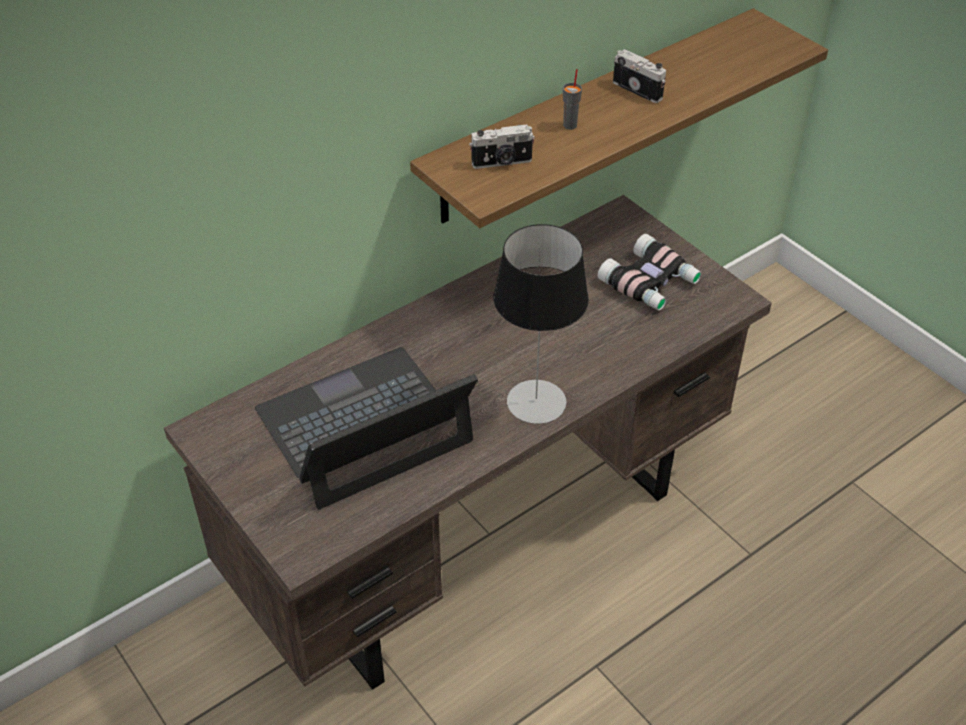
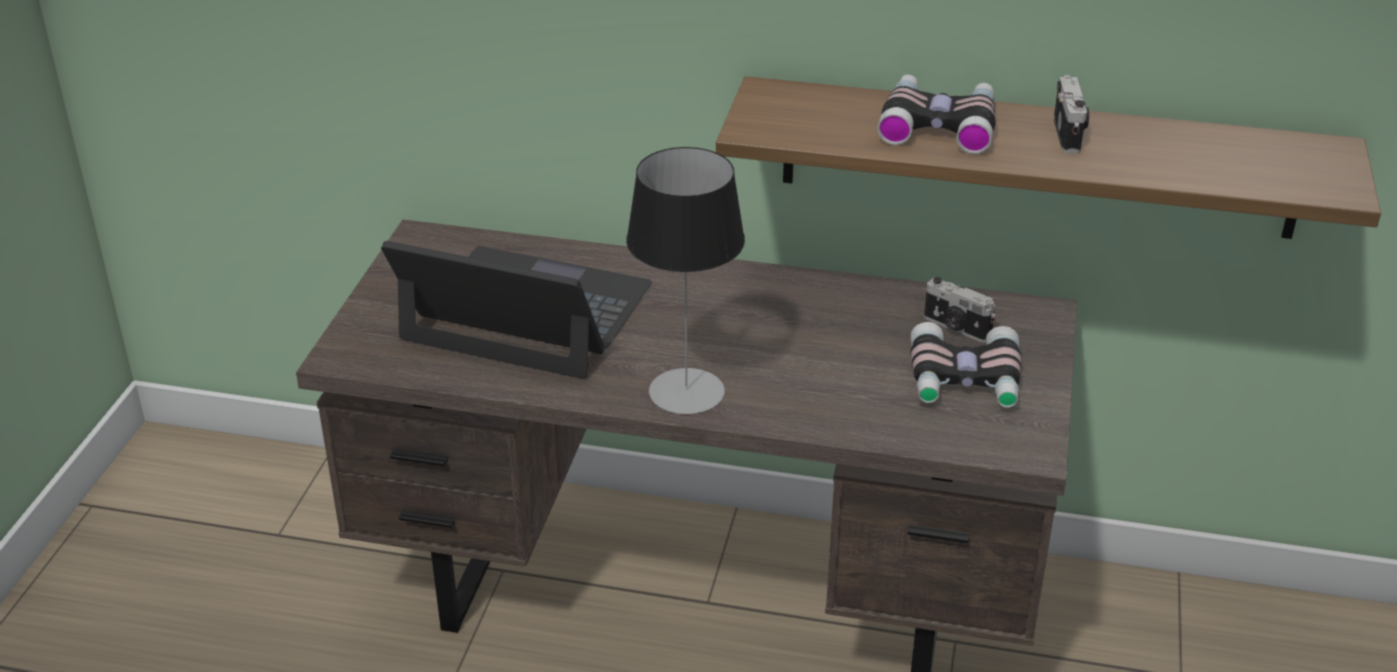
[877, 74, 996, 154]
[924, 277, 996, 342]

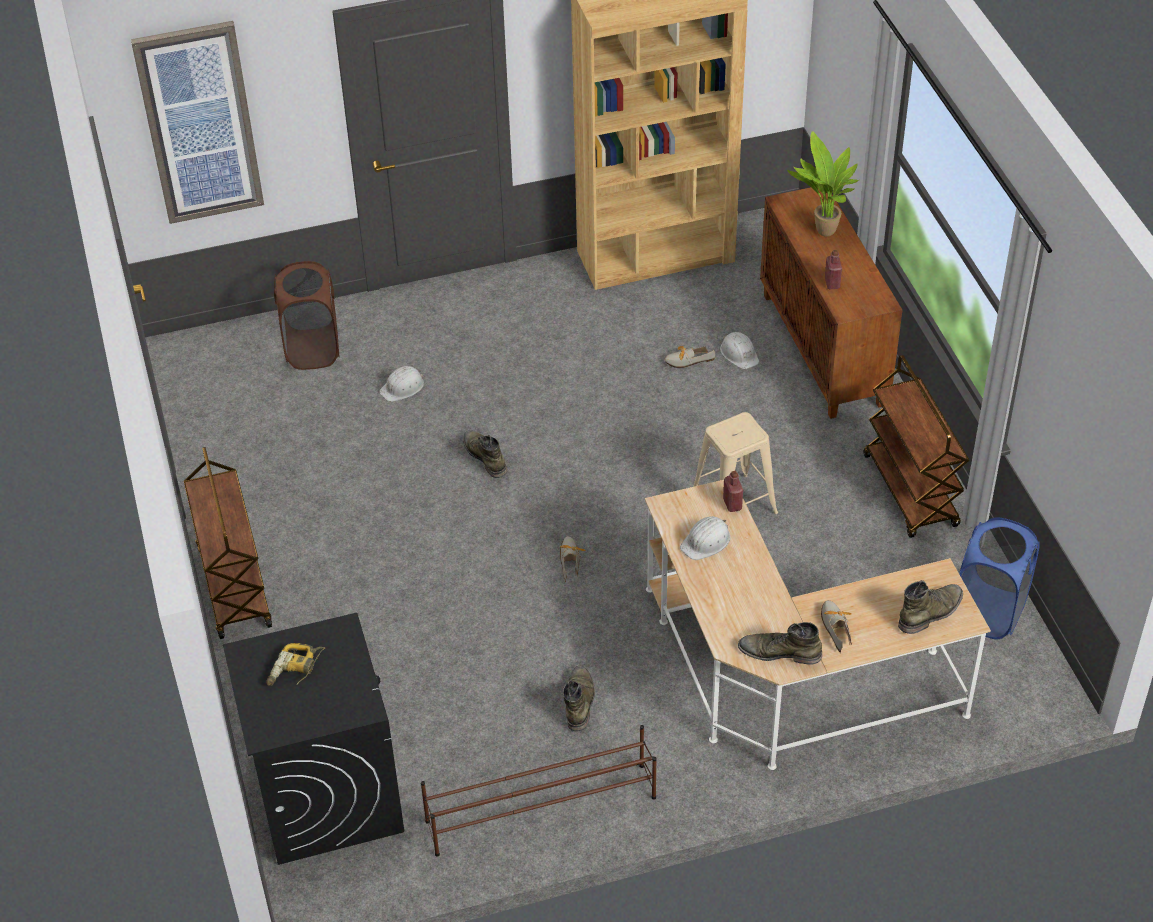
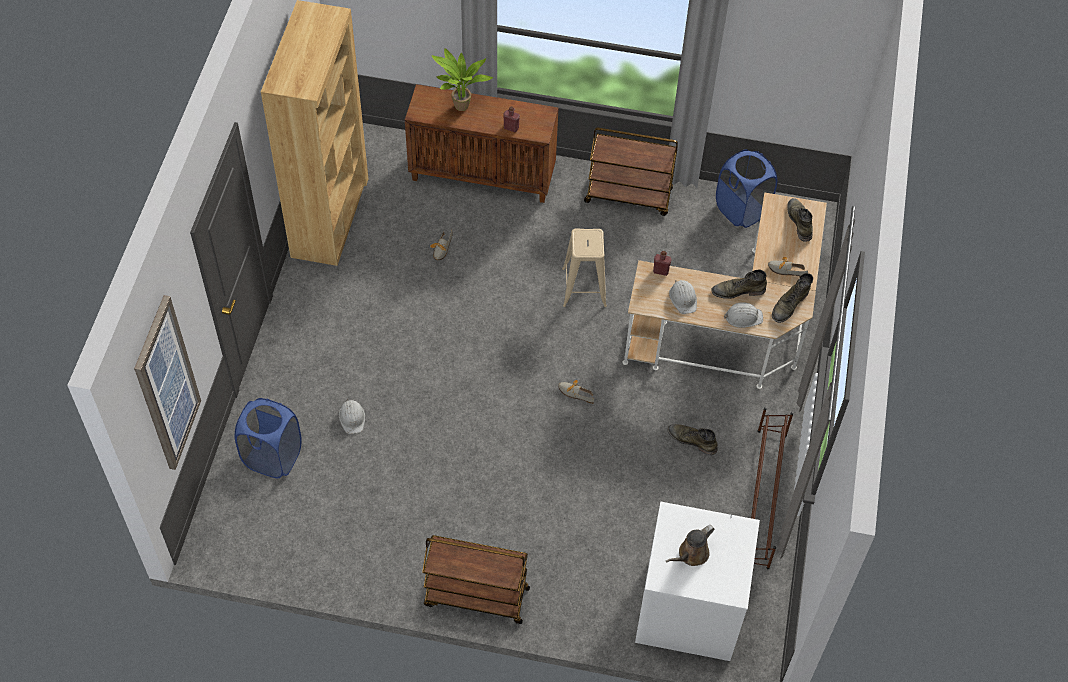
[235, 398, 302, 478]
[635, 501, 760, 661]
[665, 525, 714, 566]
[711, 269, 767, 299]
[724, 302, 763, 328]

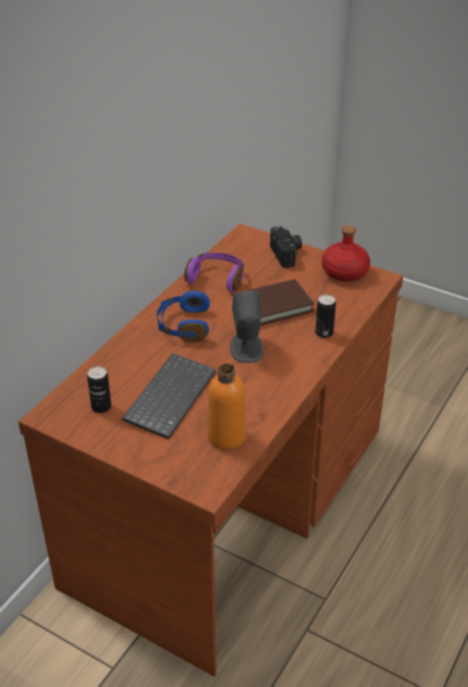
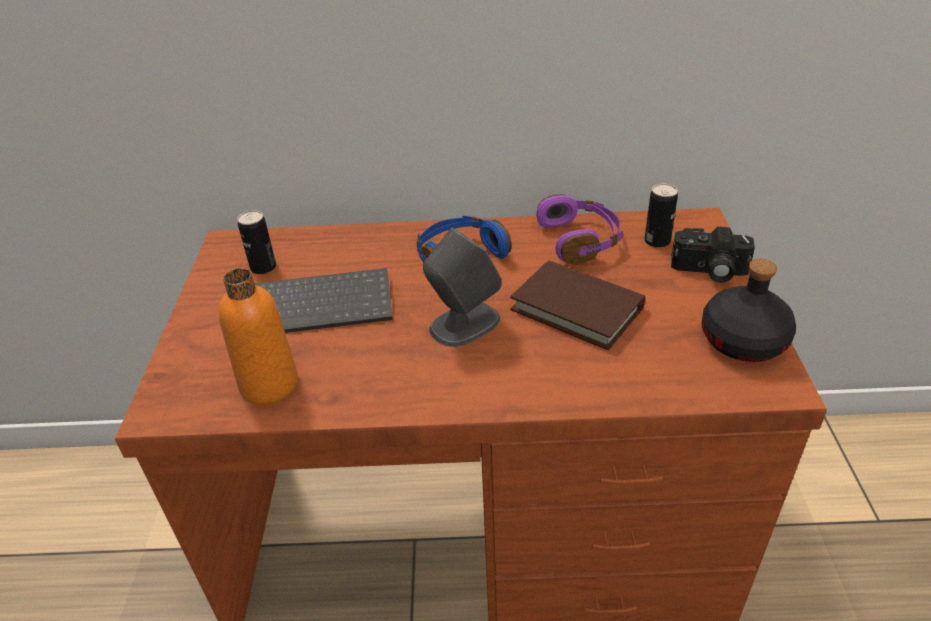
[644, 184, 678, 248]
[671, 227, 755, 283]
[701, 259, 796, 362]

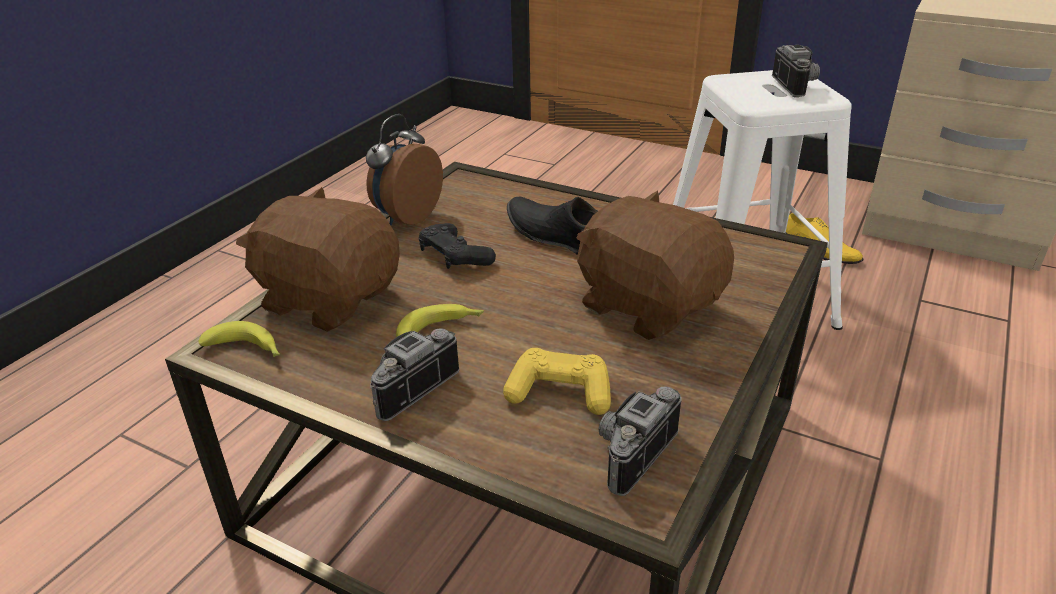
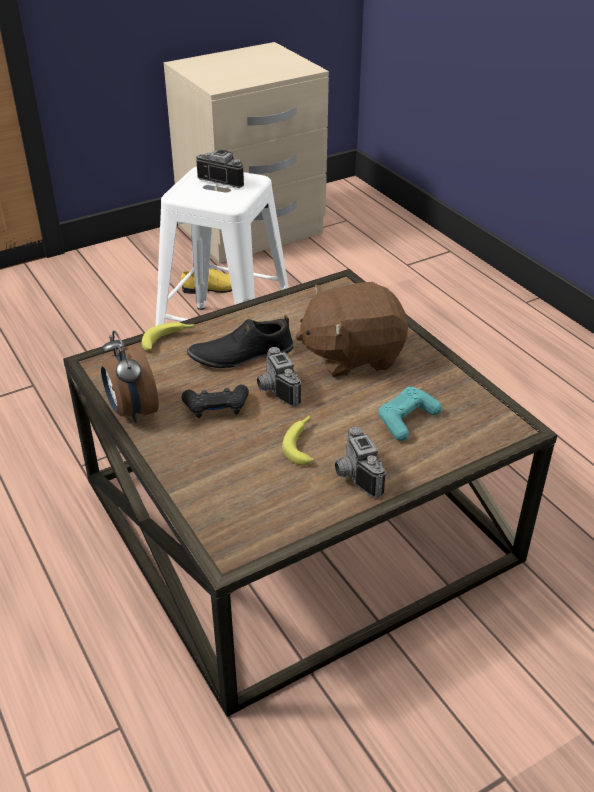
[142, 322, 195, 351]
[257, 347, 301, 406]
[378, 387, 442, 441]
[236, 187, 400, 332] (first image)

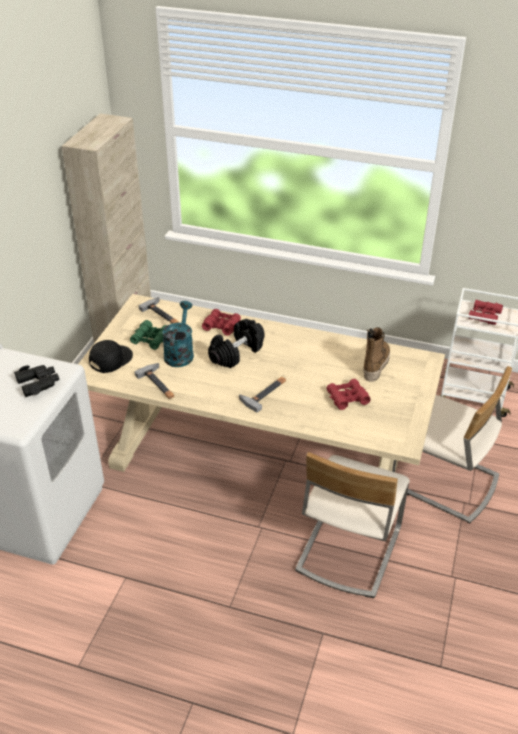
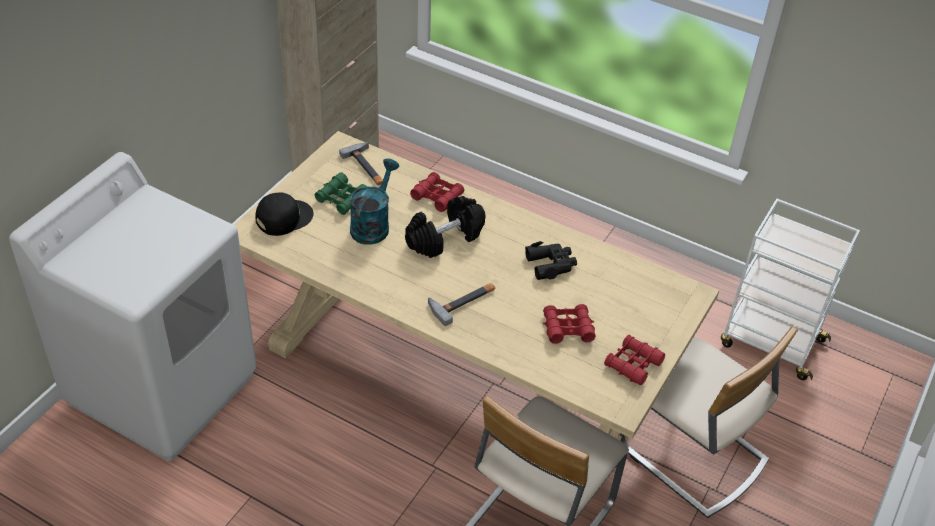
[525, 241, 577, 280]
[604, 335, 665, 385]
[134, 363, 174, 399] (first image)
[363, 327, 390, 382] (first image)

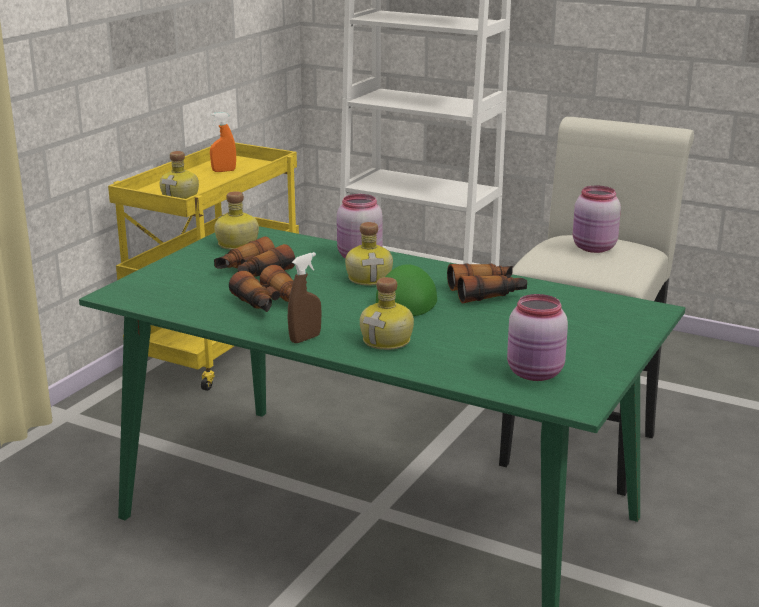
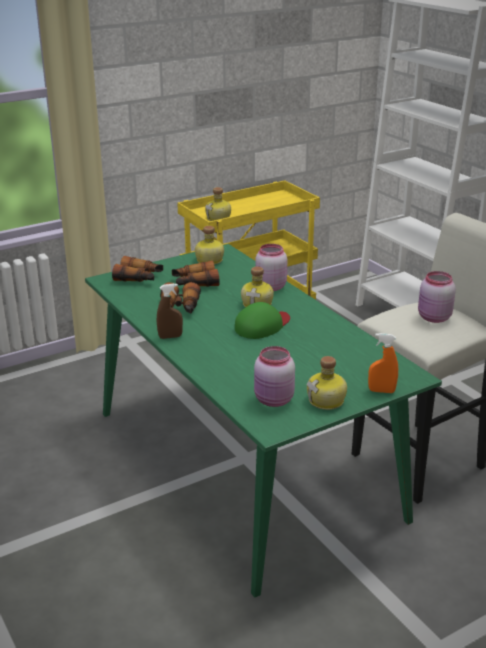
[112, 256, 163, 282]
[307, 356, 347, 410]
[368, 333, 398, 393]

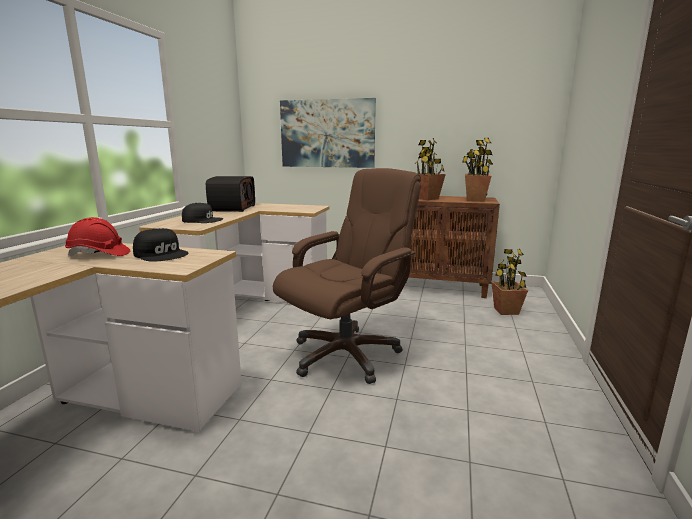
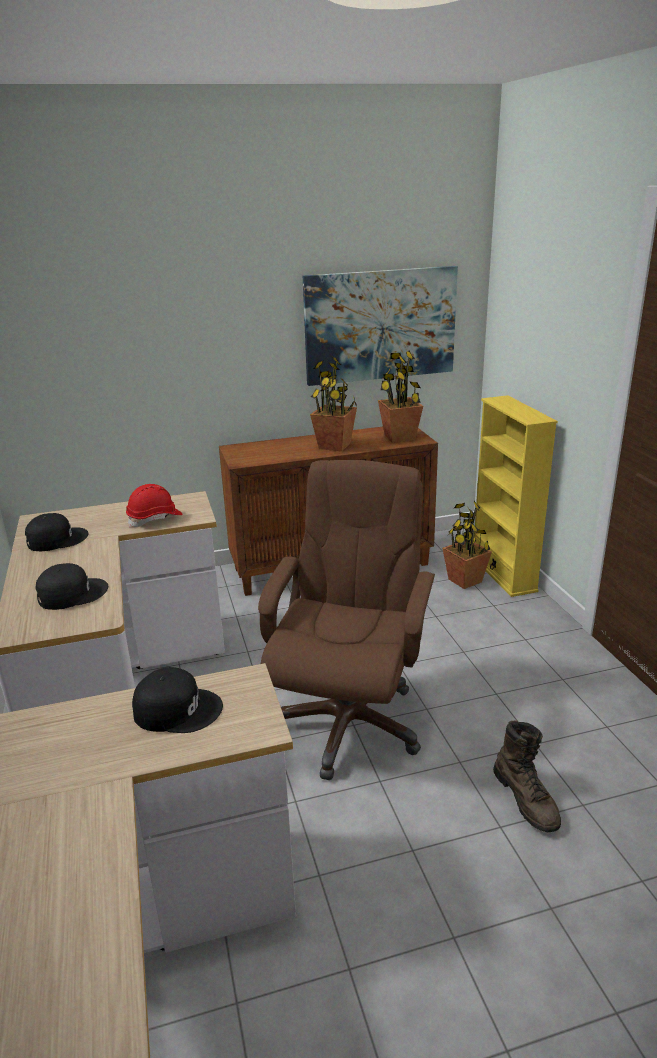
[25, 513, 89, 551]
[126, 484, 183, 527]
[303, 266, 458, 386]
[474, 395, 558, 597]
[493, 720, 561, 833]

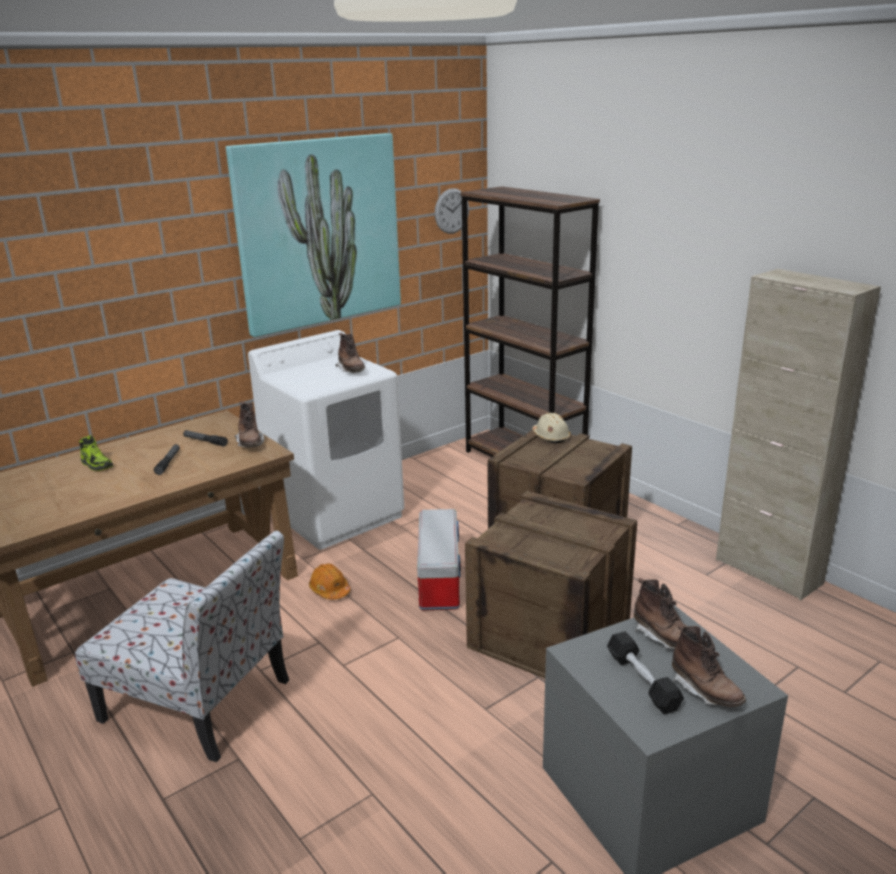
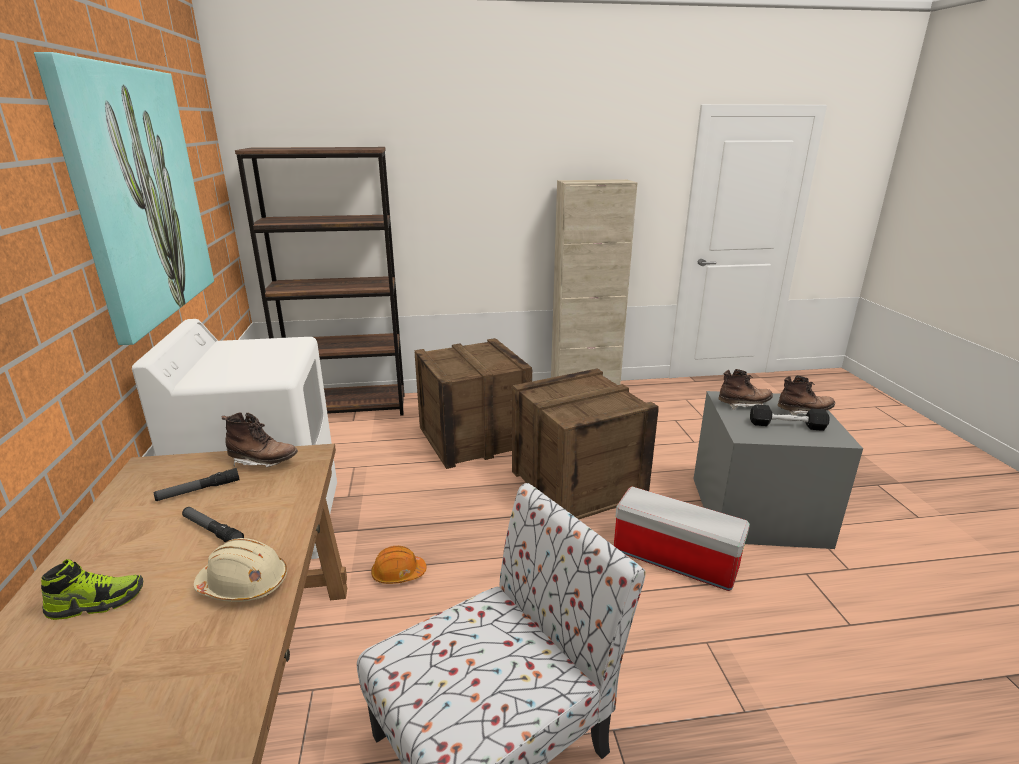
[194, 538, 287, 602]
[614, 486, 750, 591]
[335, 333, 365, 373] (first image)
[435, 188, 469, 234] (first image)

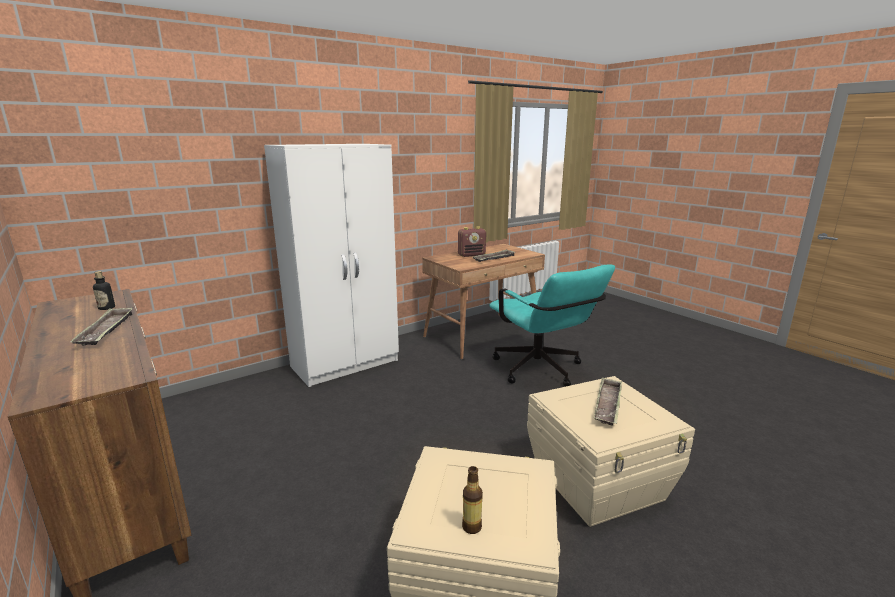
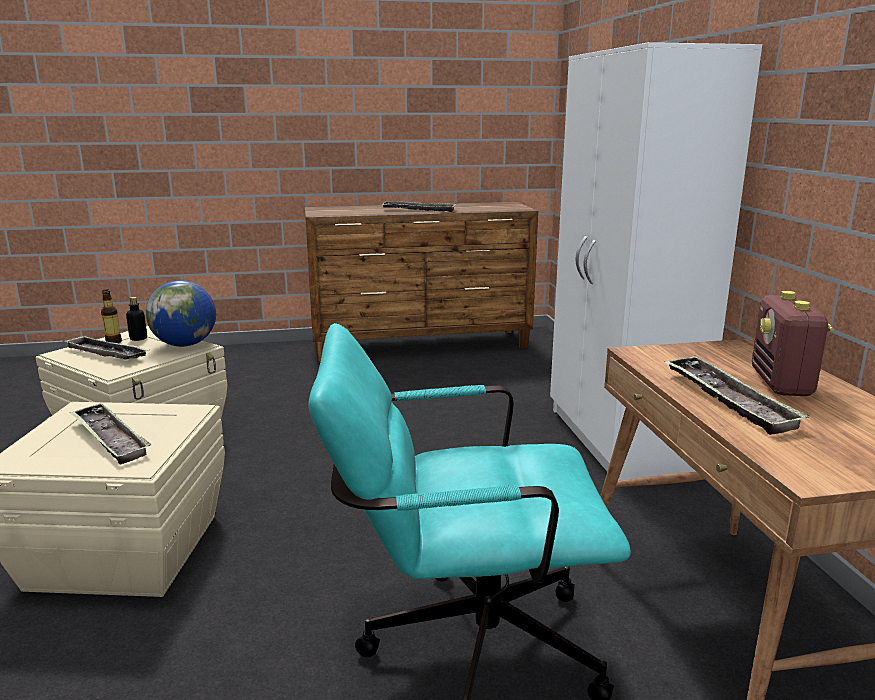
[63, 335, 149, 360]
[126, 297, 147, 341]
[146, 280, 216, 347]

